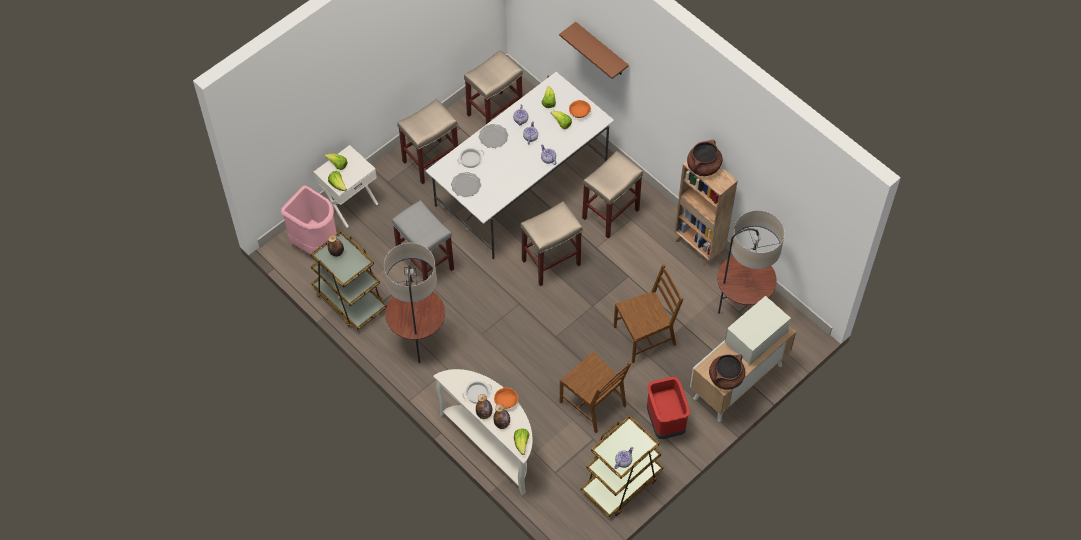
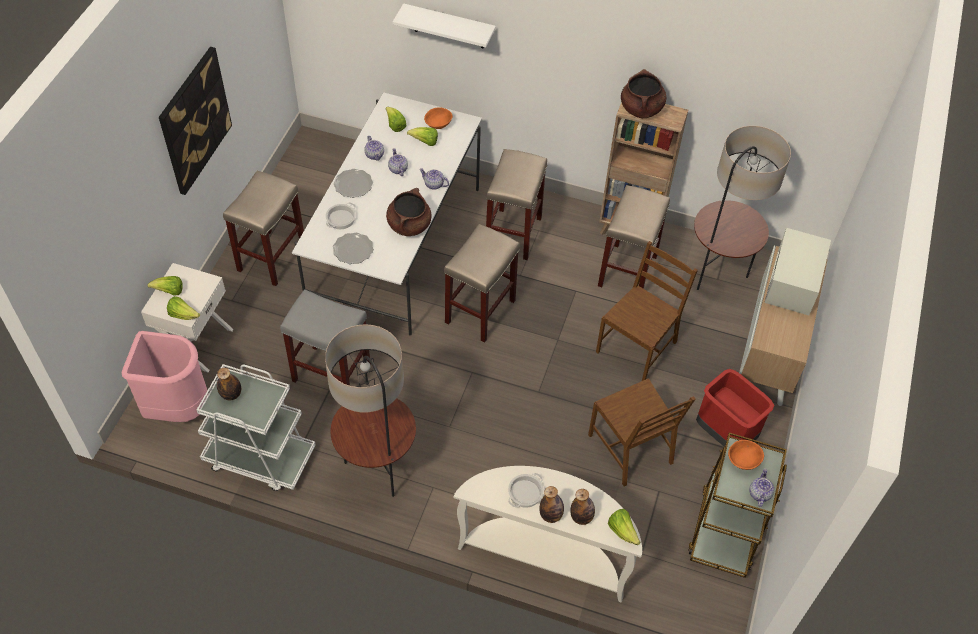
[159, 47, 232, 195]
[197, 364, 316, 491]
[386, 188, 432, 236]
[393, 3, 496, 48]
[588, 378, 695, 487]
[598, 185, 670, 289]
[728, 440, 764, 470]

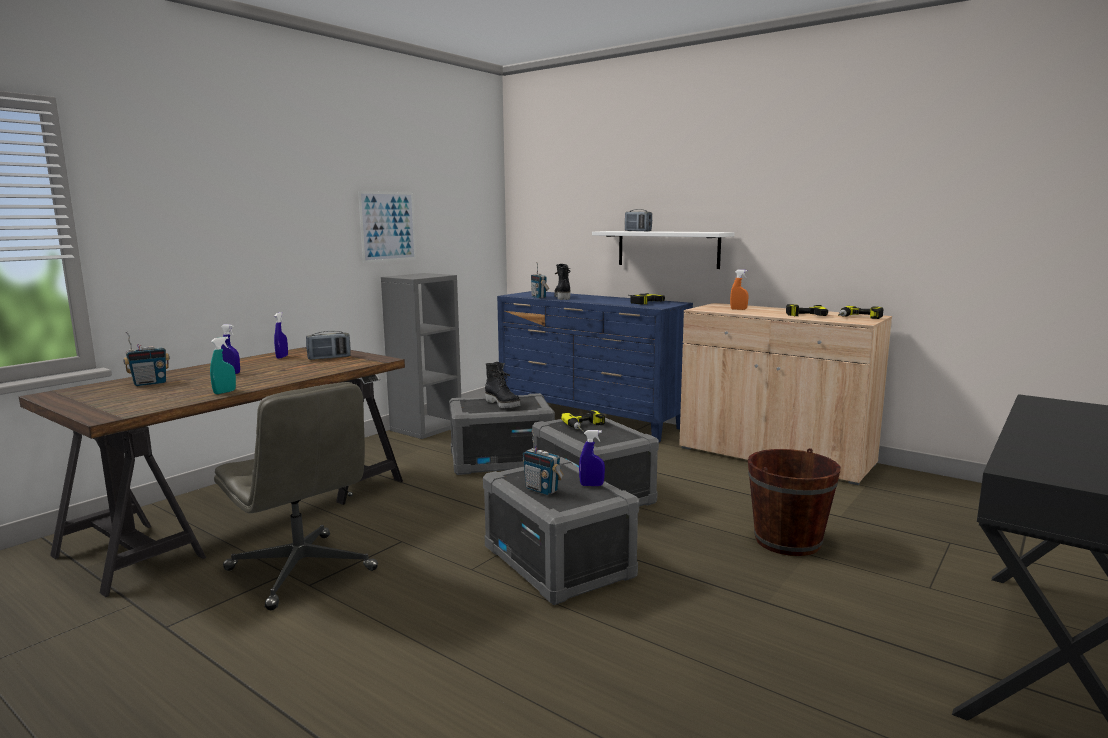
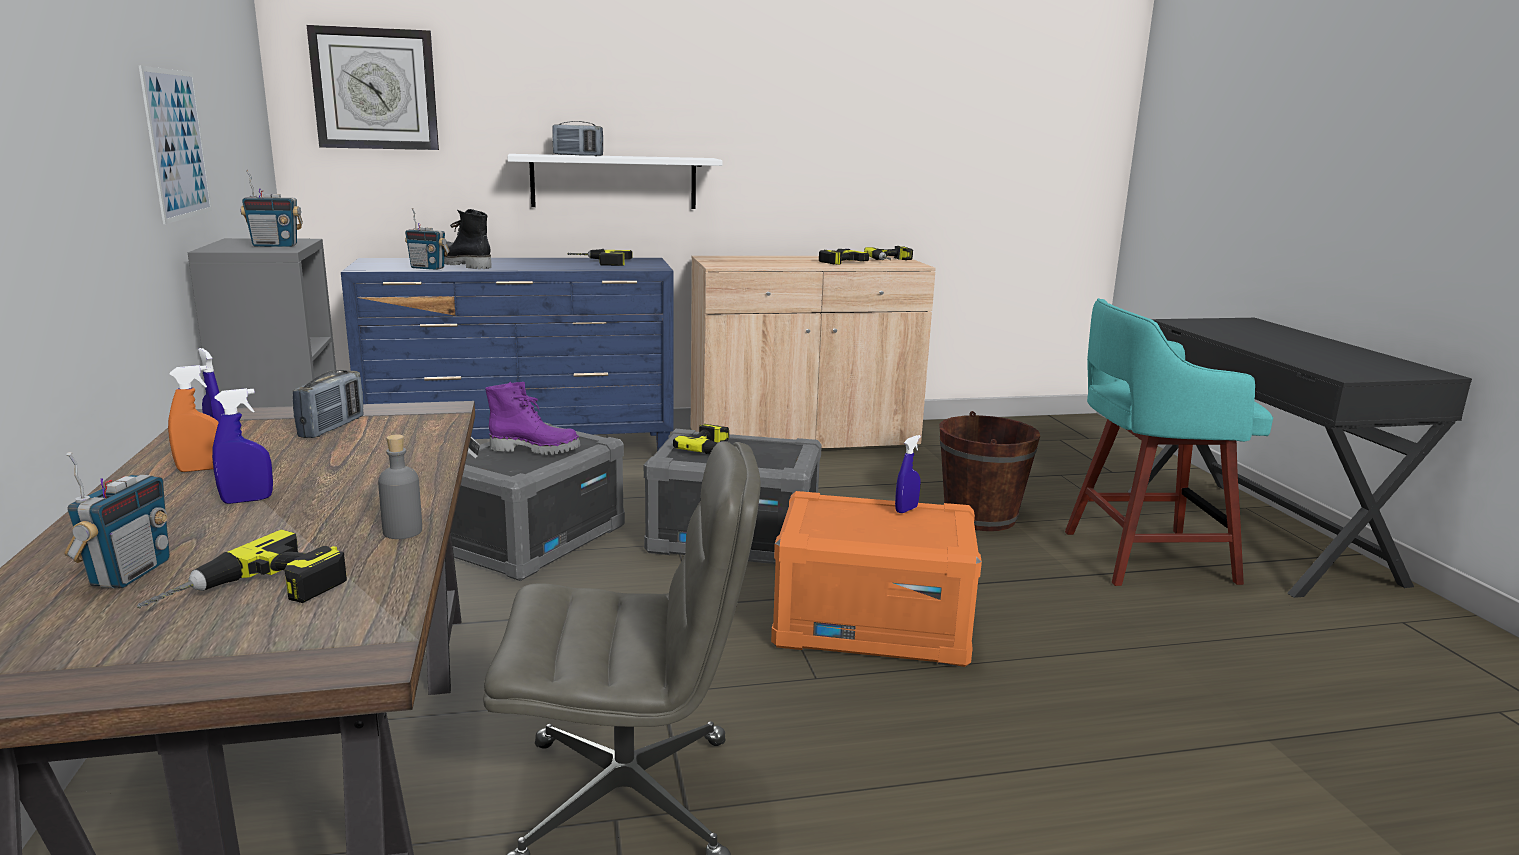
[137, 529, 347, 609]
[168, 365, 219, 472]
[240, 170, 303, 247]
[307, 25, 439, 150]
[378, 434, 422, 539]
[485, 382, 581, 455]
[771, 491, 982, 667]
[1065, 298, 1273, 586]

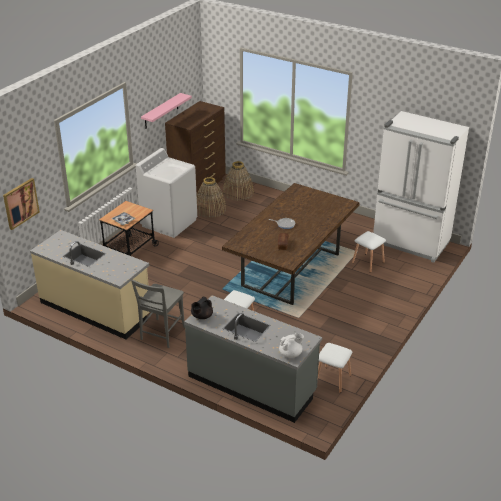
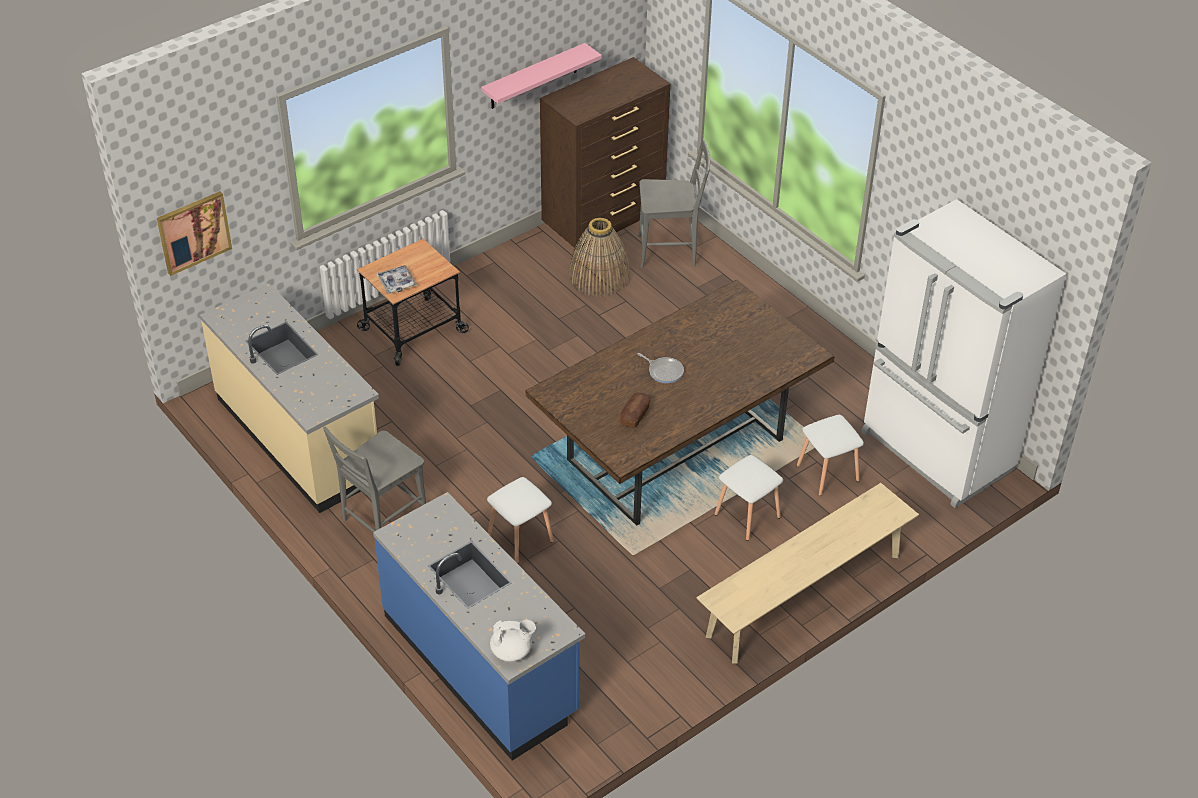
[373, 492, 585, 761]
[638, 140, 710, 268]
[696, 483, 919, 663]
[715, 455, 783, 541]
[136, 148, 197, 238] (first image)
[191, 296, 213, 319] (first image)

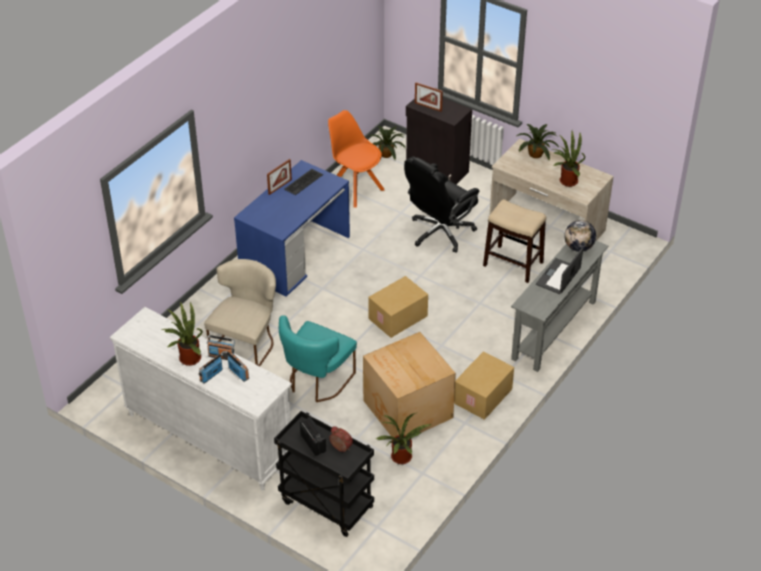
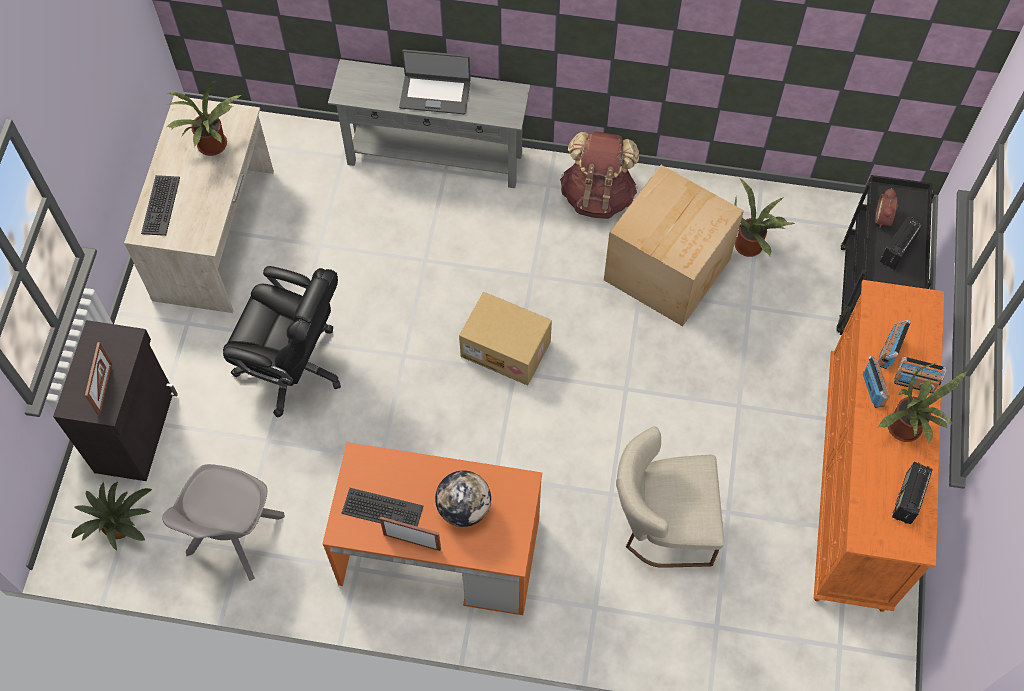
[141, 175, 180, 236]
[162, 464, 285, 581]
[323, 442, 542, 615]
[435, 471, 491, 527]
[560, 131, 639, 219]
[814, 280, 944, 612]
[892, 462, 933, 525]
[279, 315, 357, 402] (first image)
[483, 199, 546, 283] (first image)

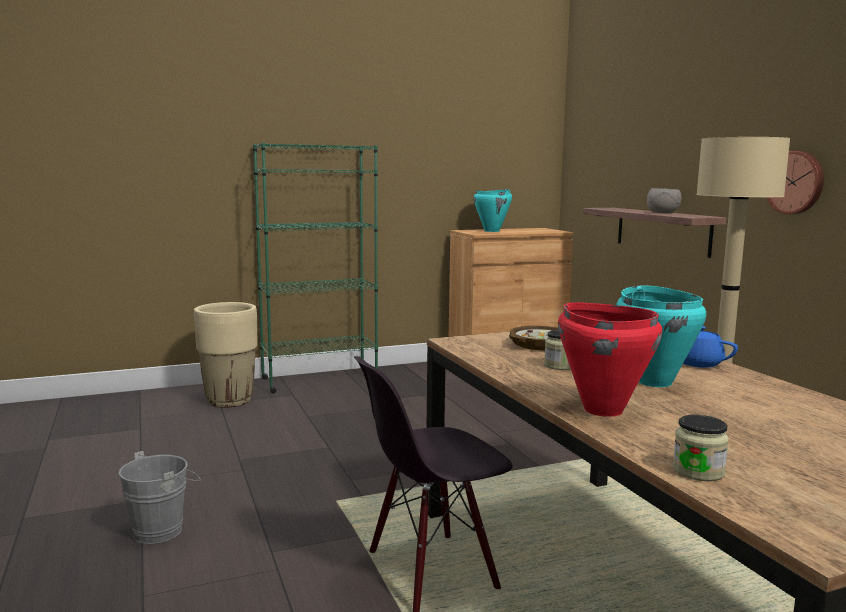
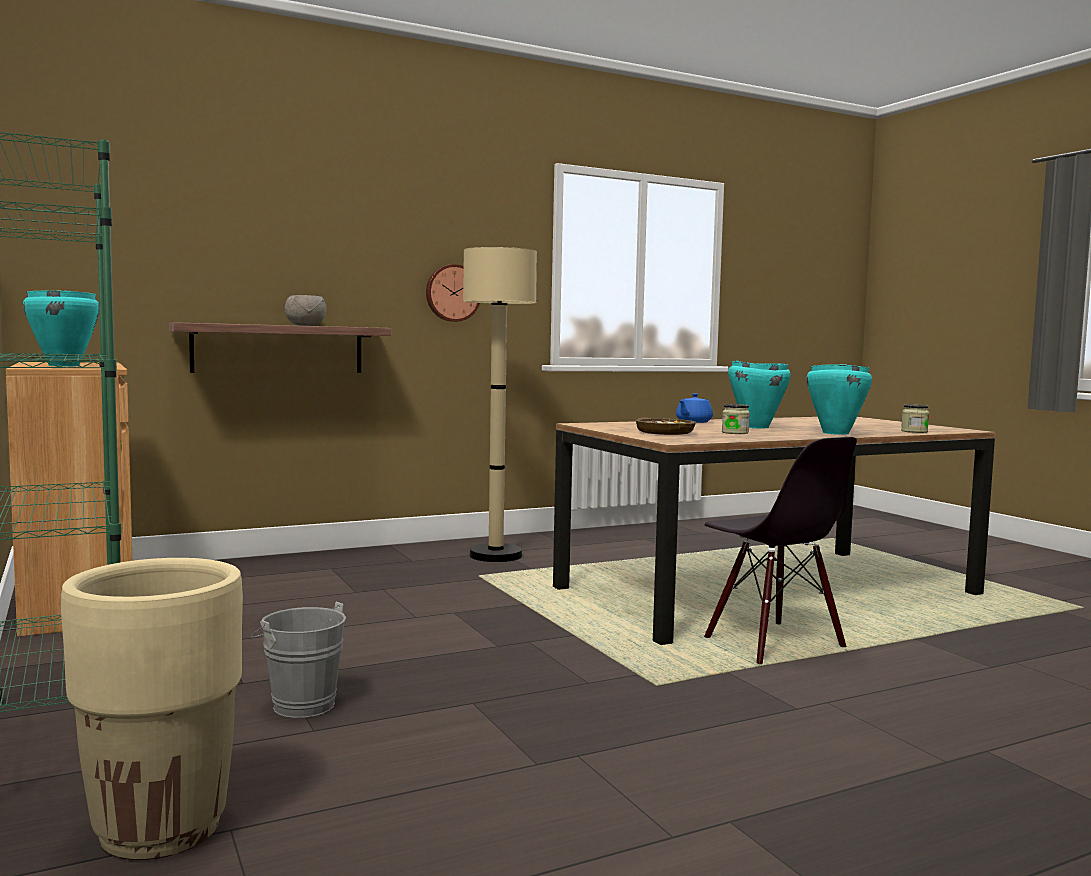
[250, 602, 346, 718]
[807, 364, 872, 435]

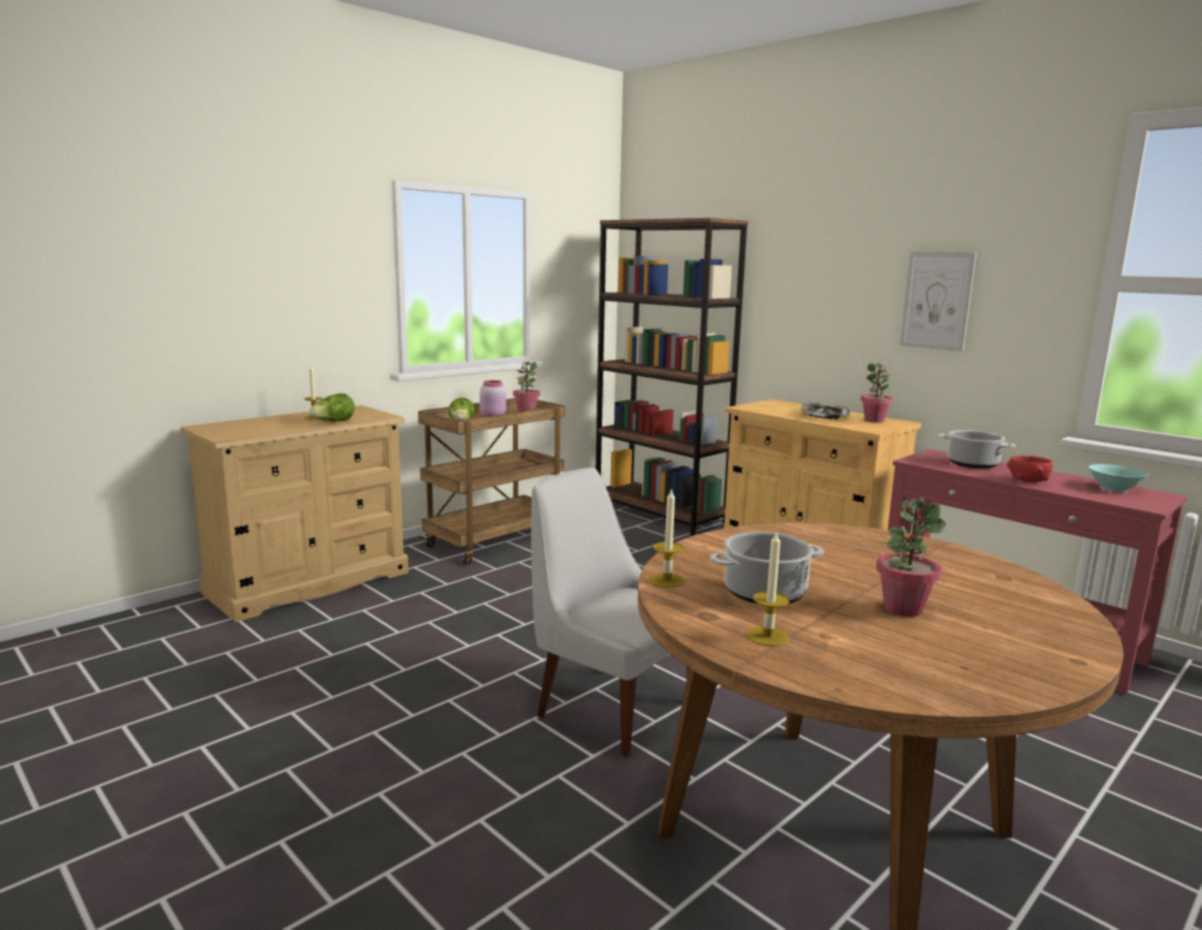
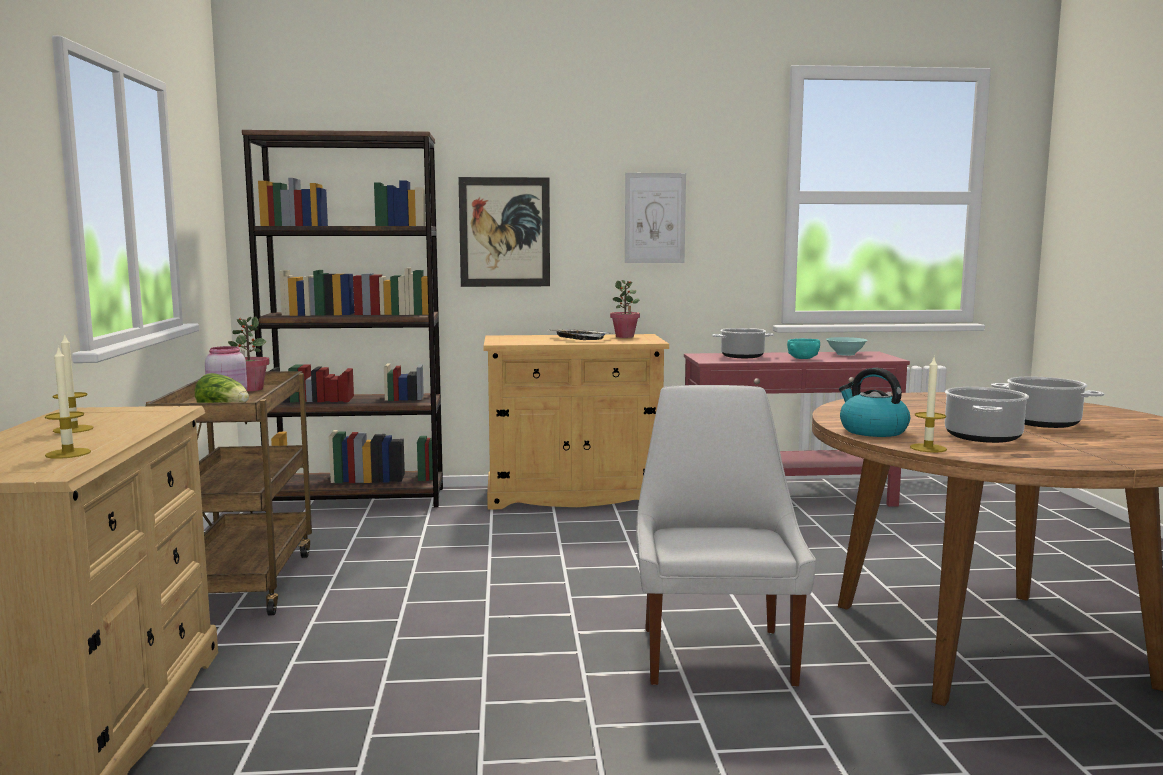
[45, 346, 91, 459]
[458, 177, 550, 287]
[636, 385, 816, 686]
[787, 339, 820, 359]
[839, 368, 910, 437]
[991, 377, 1104, 428]
[308, 393, 355, 421] (first image)

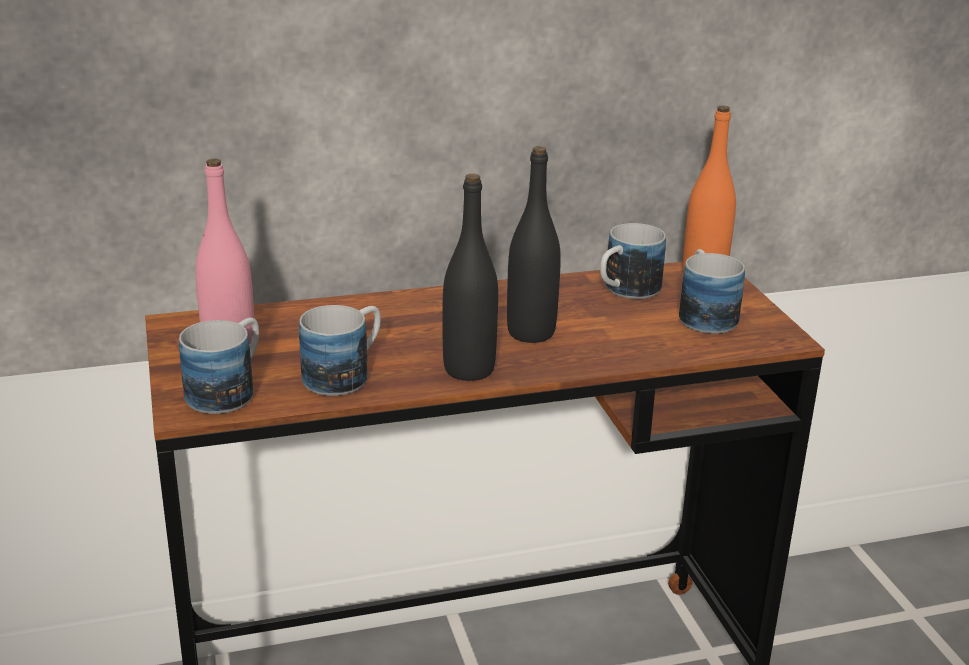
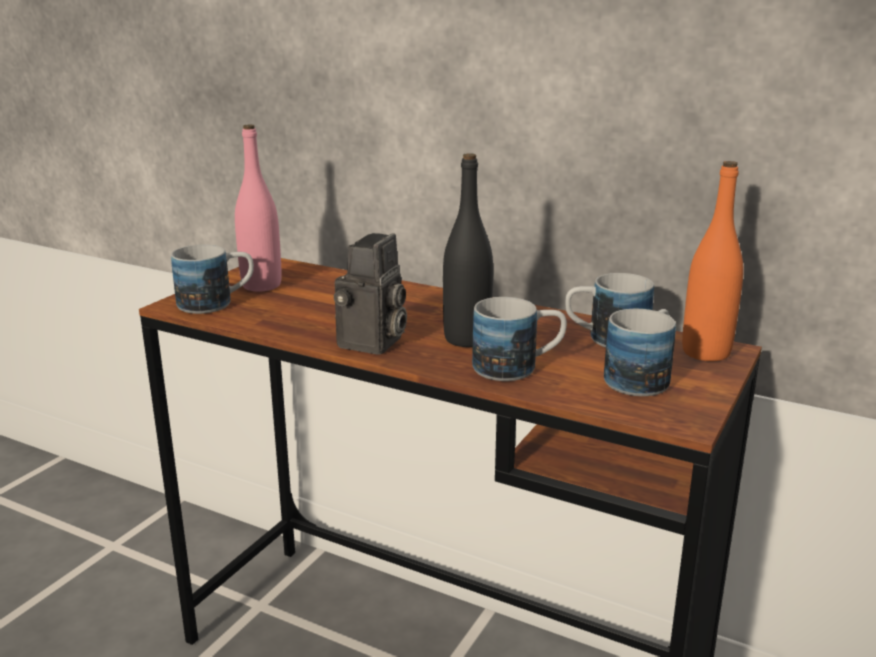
[334, 233, 407, 355]
[472, 297, 567, 381]

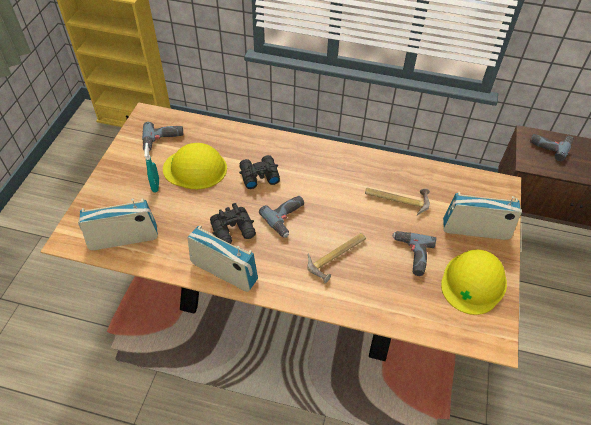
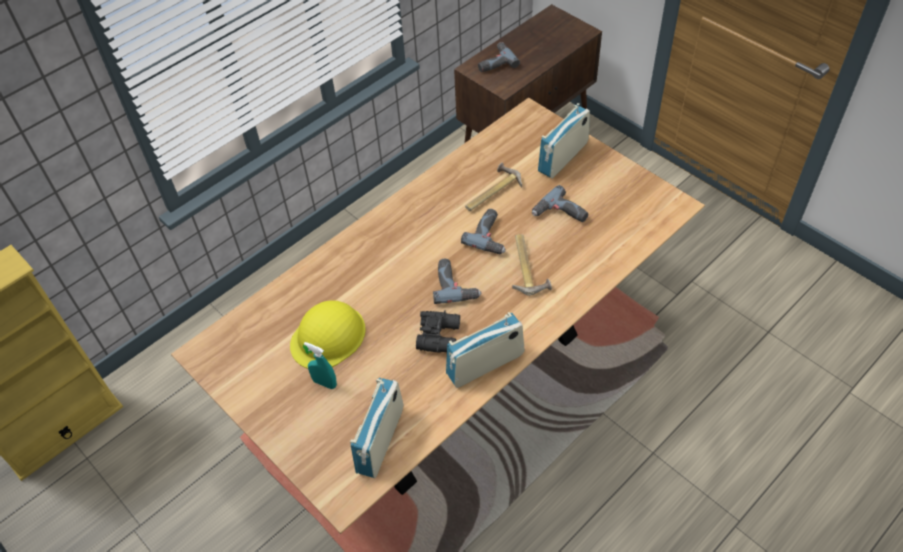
[461, 209, 506, 254]
[239, 155, 280, 189] (first image)
[441, 250, 507, 315] (first image)

